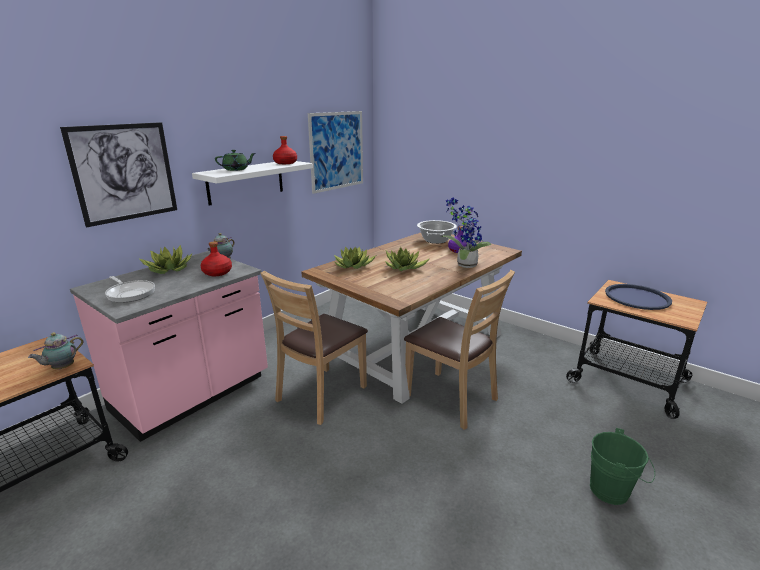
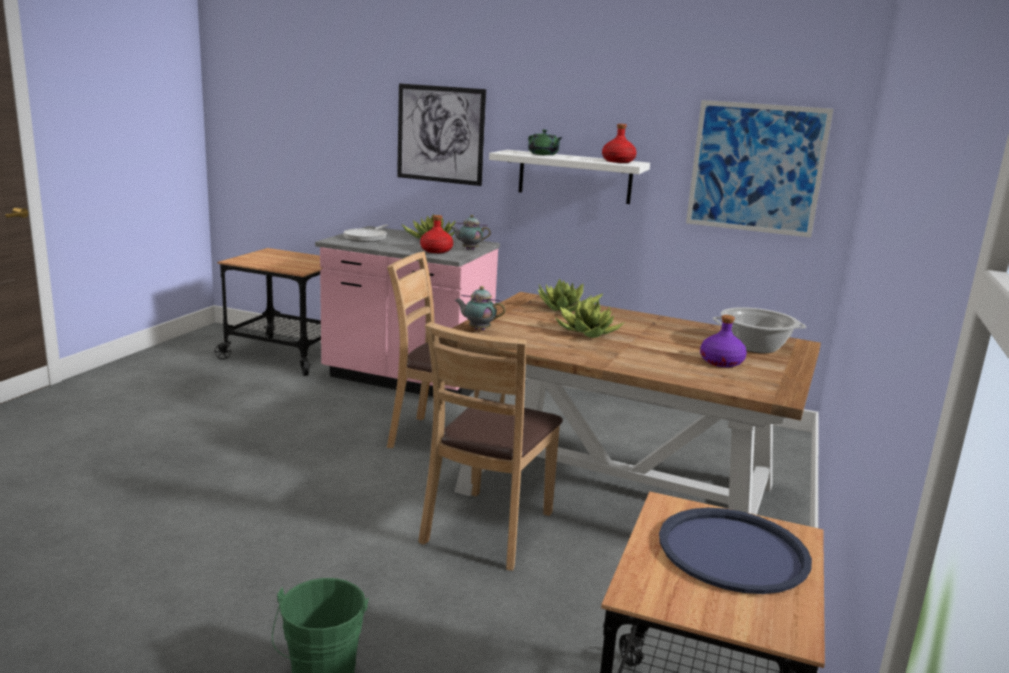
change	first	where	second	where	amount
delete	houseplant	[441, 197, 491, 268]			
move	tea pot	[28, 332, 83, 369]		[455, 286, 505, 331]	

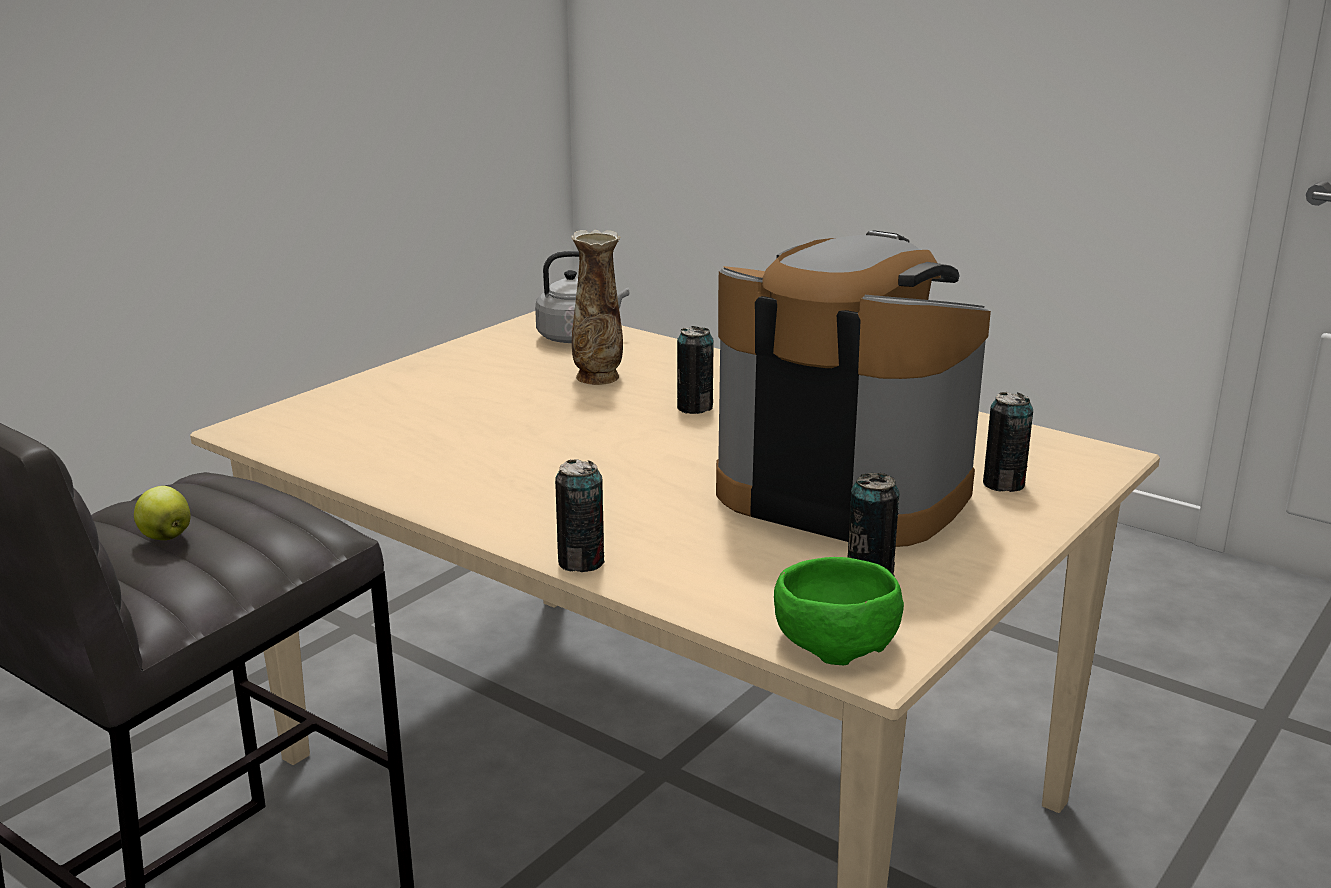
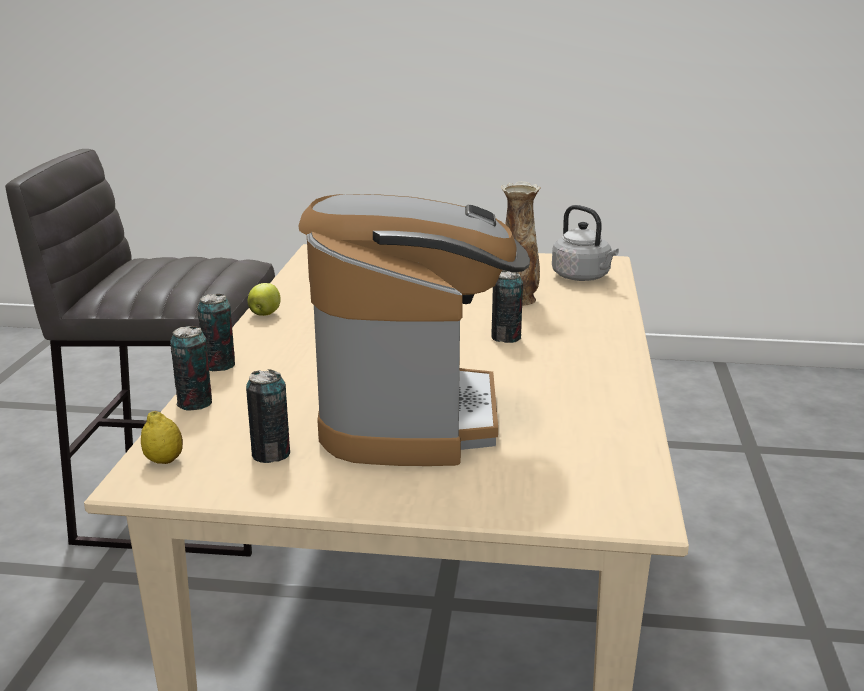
change	first	where	second	where	amount
move	can	[983, 392, 1033, 492]		[170, 326, 212, 411]	
move	whole apple	[134, 486, 190, 540]		[248, 283, 281, 316]	
replace	bowl (green)	[774, 557, 904, 665]	whole lemon	[141, 411, 183, 464]	

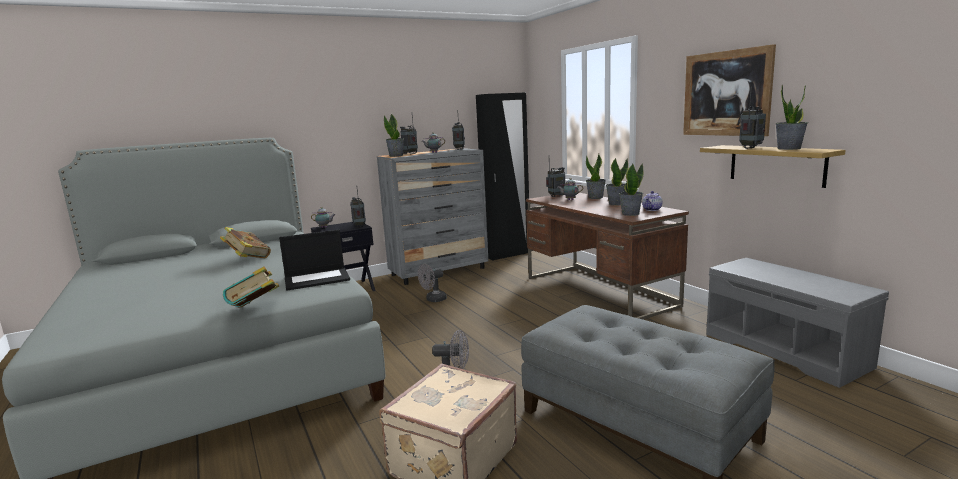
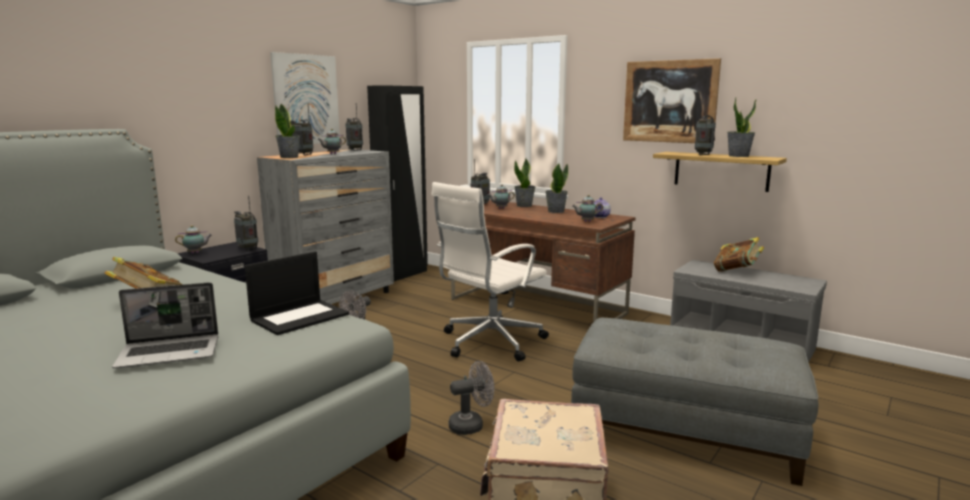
change	first	where	second	where	amount
replace	houseplant	[619, 163, 643, 216]	tea pot	[572, 195, 603, 222]	
move	book	[223, 266, 279, 308]		[714, 237, 764, 272]	
insert			wall art	[270, 52, 340, 144]	
insert			computer chair (white-coloured)	[431, 182, 549, 362]	
insert			laptop	[112, 282, 218, 368]	

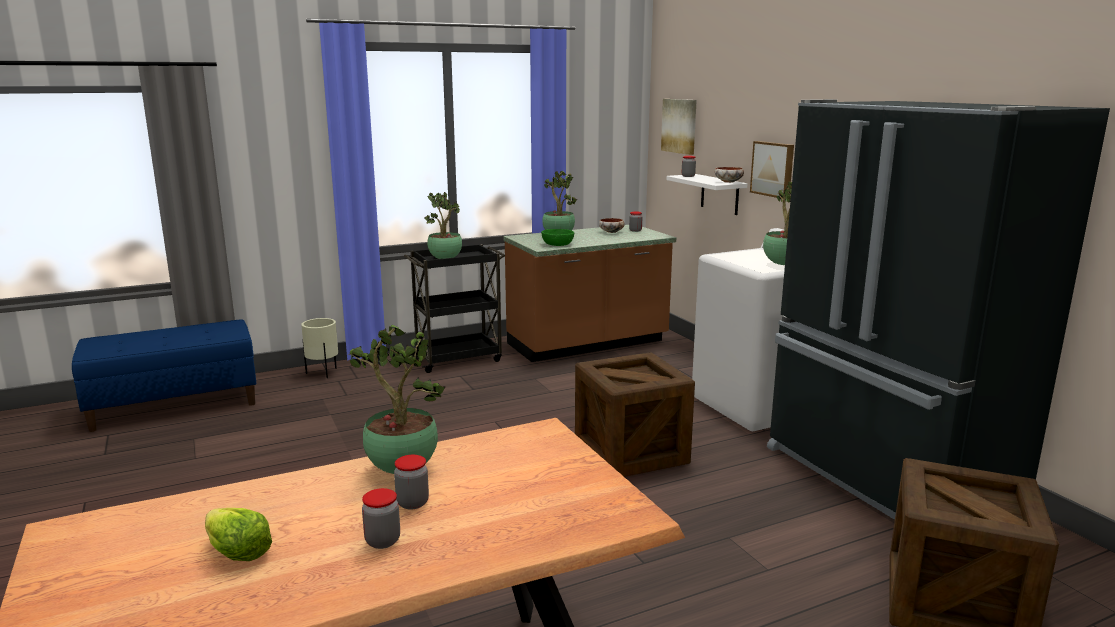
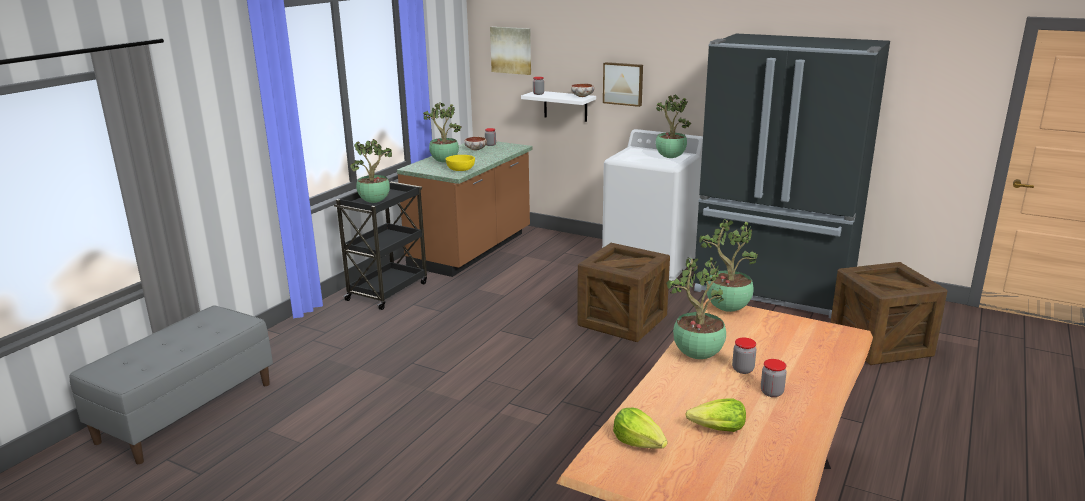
change	first	where	second	where	amount
recolor	bowl (green)	[541, 229, 574, 246]	bowl (yellowish)	[446, 155, 475, 171]	
delete	flower pot (beige)	[301, 318, 338, 378]			
recolor	indoor bench (blue)	[72, 319, 256, 432]	indoor bench (gray)	[70, 305, 273, 464]	
insert			houseplant	[699, 219, 758, 312]	
insert			lettuce head	[613, 408, 668, 449]	

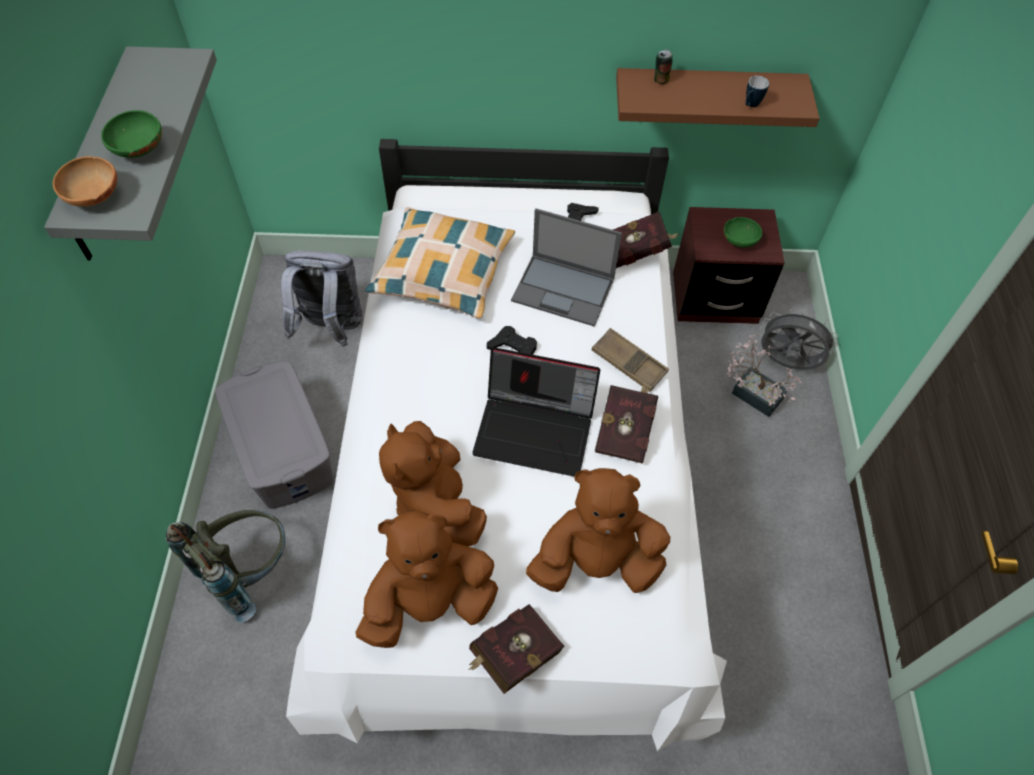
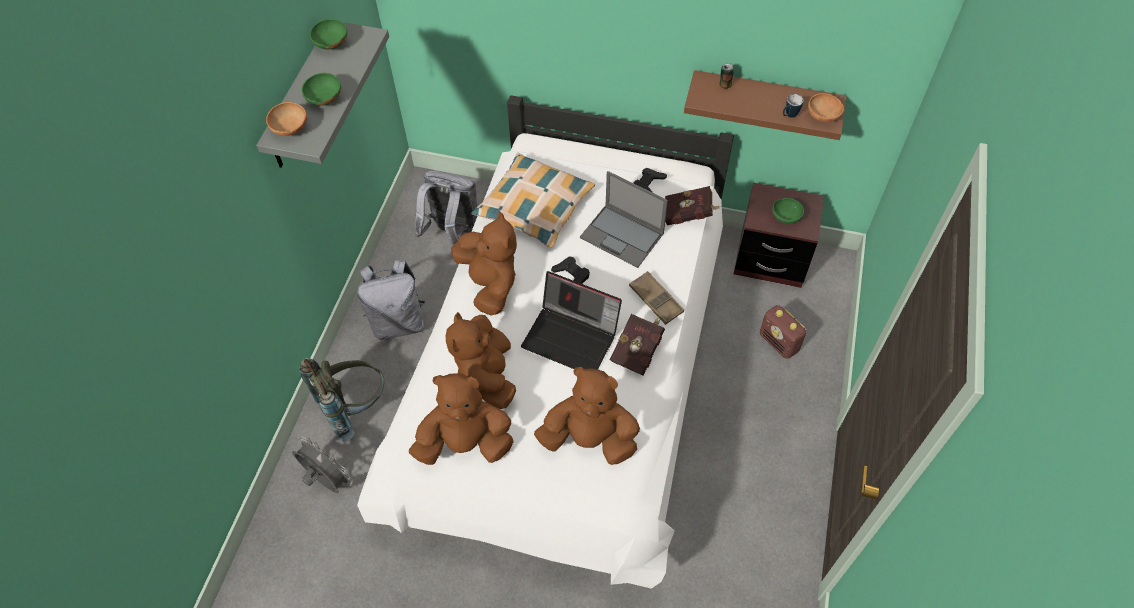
change	first	where	second	where	amount
move	fan (gray)	[760, 308, 838, 370]		[292, 436, 353, 493]	
replace	houseplant	[727, 334, 802, 417]	radio set	[760, 305, 807, 359]	
replace	storage bin (gray)	[215, 361, 333, 509]	backpack (gray)	[357, 259, 425, 340]	
delete	book (red-coloured)	[468, 604, 564, 694]			
insert			bowl (green)	[310, 19, 347, 50]	
insert			bowl (brown)	[808, 93, 844, 122]	
insert			soft toy (brown)	[451, 211, 517, 315]	

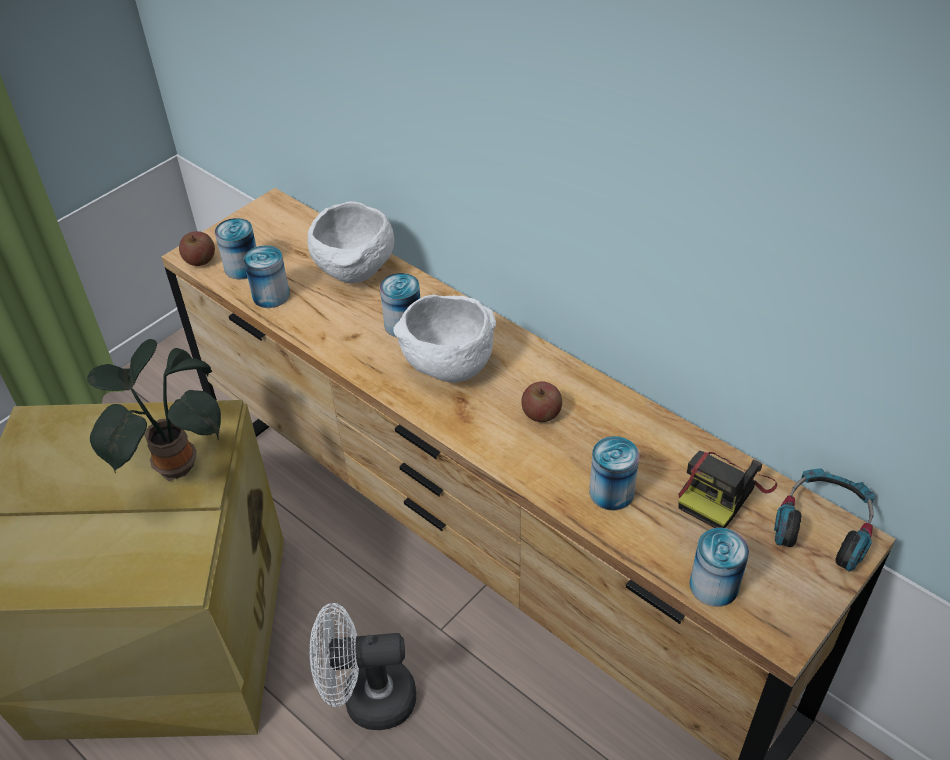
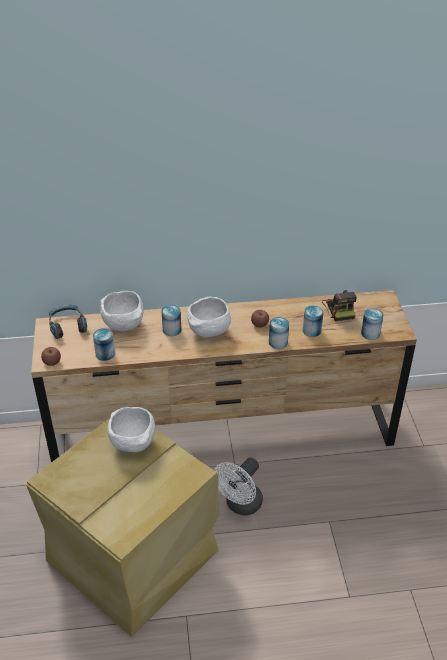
change	first	where	second	where	amount
move	can	[215, 218, 257, 279]		[269, 317, 289, 349]	
replace	houseplant	[87, 339, 221, 481]	bowl (white-coloured)	[107, 407, 155, 452]	
move	pair of headphones	[774, 468, 875, 572]		[49, 305, 87, 339]	

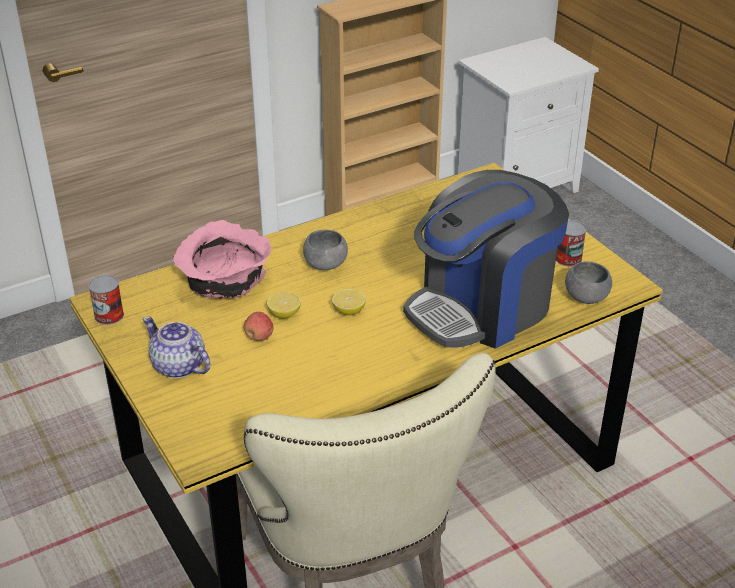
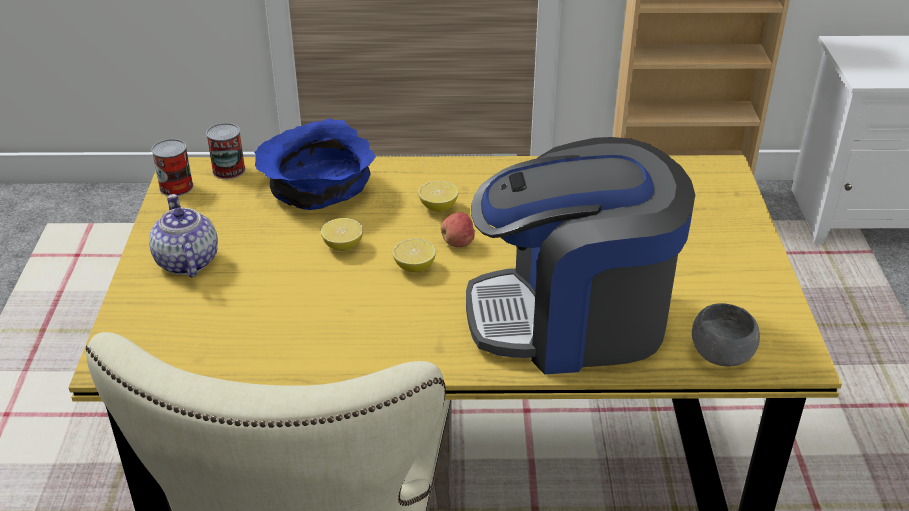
change	first	where	second	where	amount
recolor	bowl (pink-coloured)	[173, 220, 272, 298]	bowl (blue)	[254, 118, 376, 210]	
move	can	[556, 220, 587, 267]		[206, 123, 245, 179]	
replace	bowl (gray)	[303, 230, 348, 270]	whole lemon	[418, 181, 458, 212]	
move	whole apple	[244, 312, 273, 341]		[441, 212, 475, 247]	

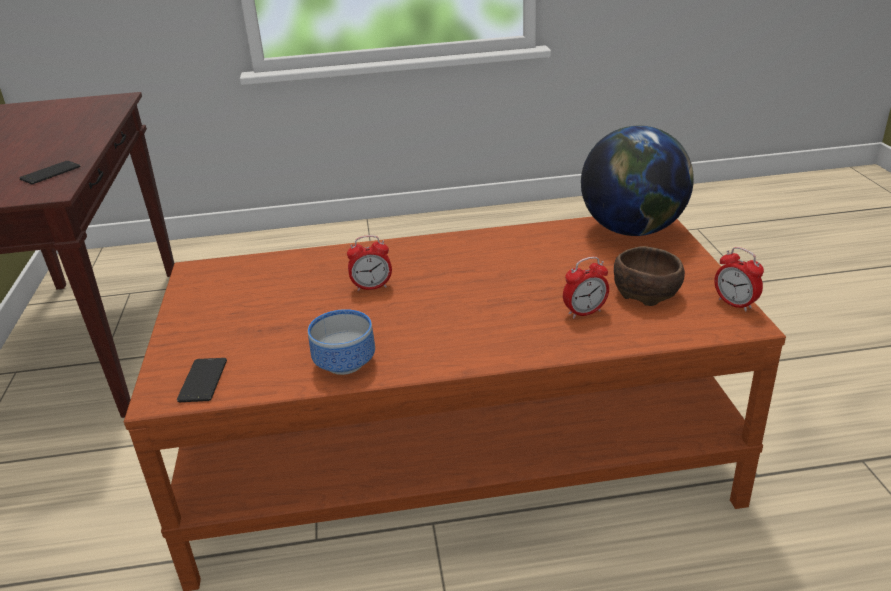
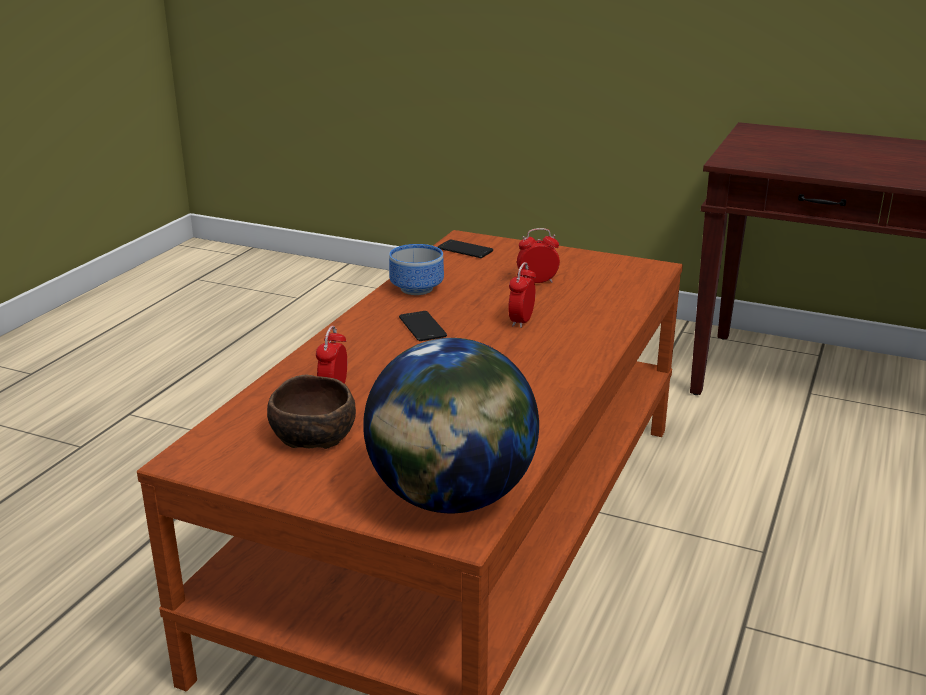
change	first	where	second	where	amount
move	handset	[20, 161, 81, 184]		[399, 311, 447, 341]	
move	alarm clock	[714, 247, 764, 312]		[517, 228, 560, 283]	

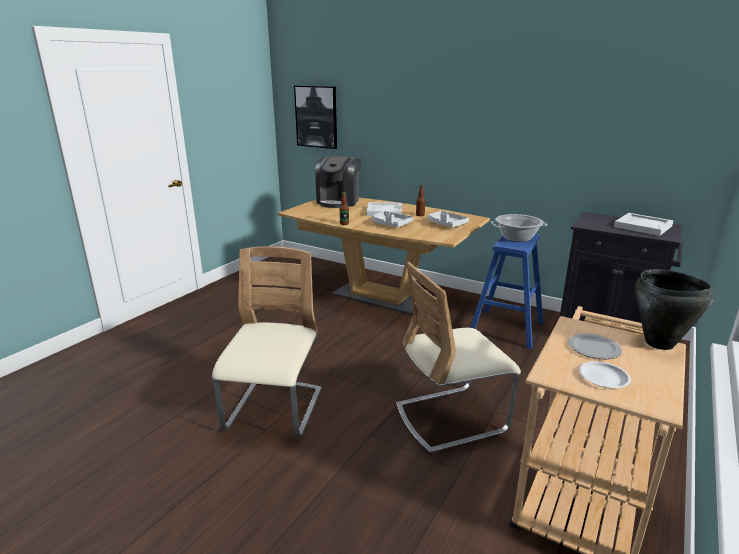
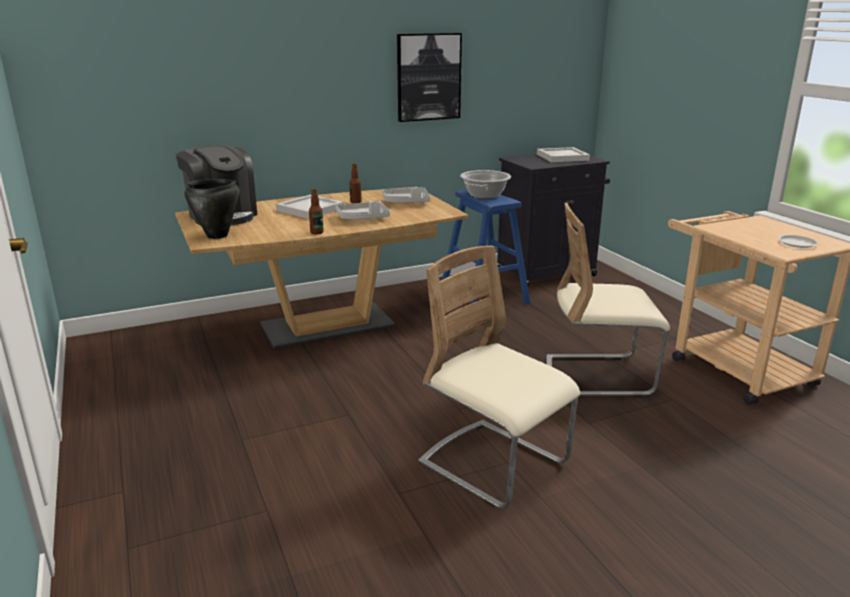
change	first	where	second	where	amount
move	wall art	[294, 86, 337, 149]		[397, 33, 462, 122]	
rotate	chair (beige)	[396, 262, 521, 454]		[546, 203, 670, 397]	75 degrees clockwise
move	saucepot (black-coloured)	[634, 269, 714, 350]		[185, 179, 239, 239]	
delete	dinner plate	[569, 333, 622, 359]			

